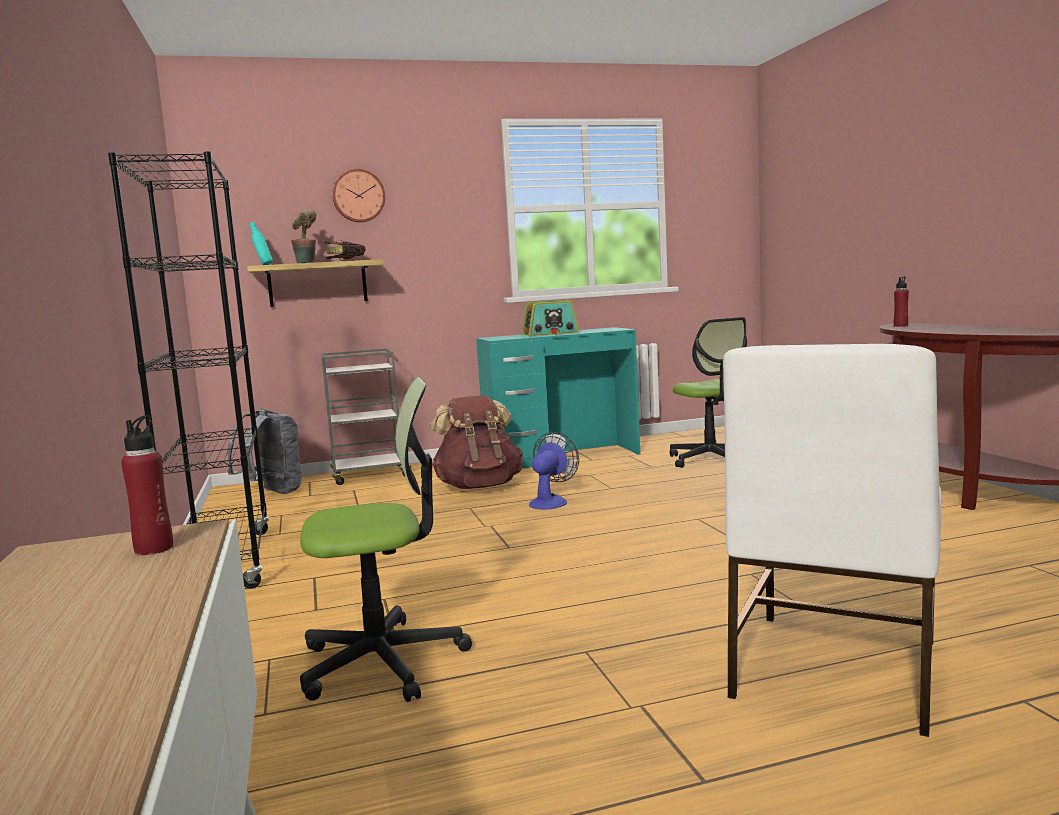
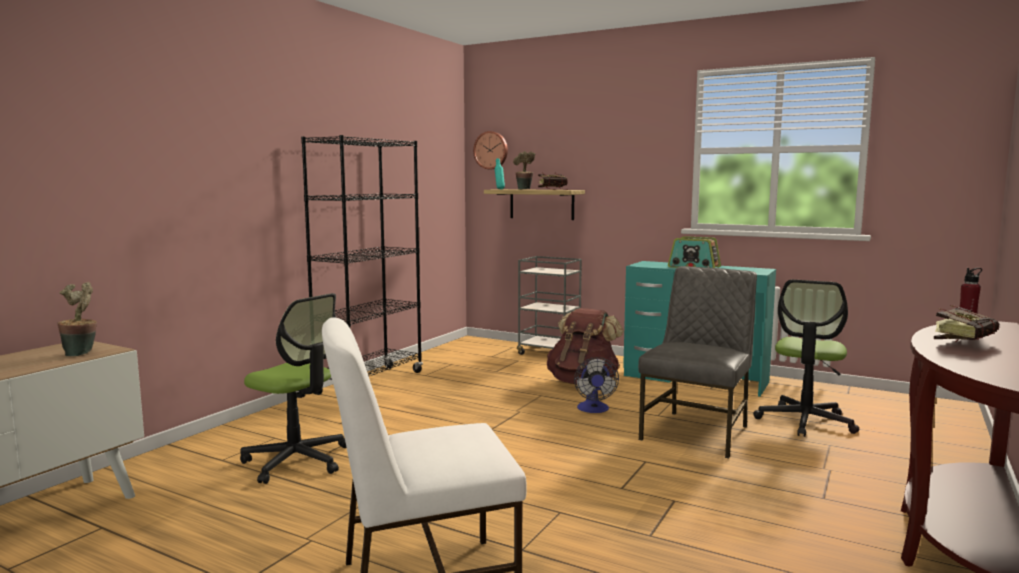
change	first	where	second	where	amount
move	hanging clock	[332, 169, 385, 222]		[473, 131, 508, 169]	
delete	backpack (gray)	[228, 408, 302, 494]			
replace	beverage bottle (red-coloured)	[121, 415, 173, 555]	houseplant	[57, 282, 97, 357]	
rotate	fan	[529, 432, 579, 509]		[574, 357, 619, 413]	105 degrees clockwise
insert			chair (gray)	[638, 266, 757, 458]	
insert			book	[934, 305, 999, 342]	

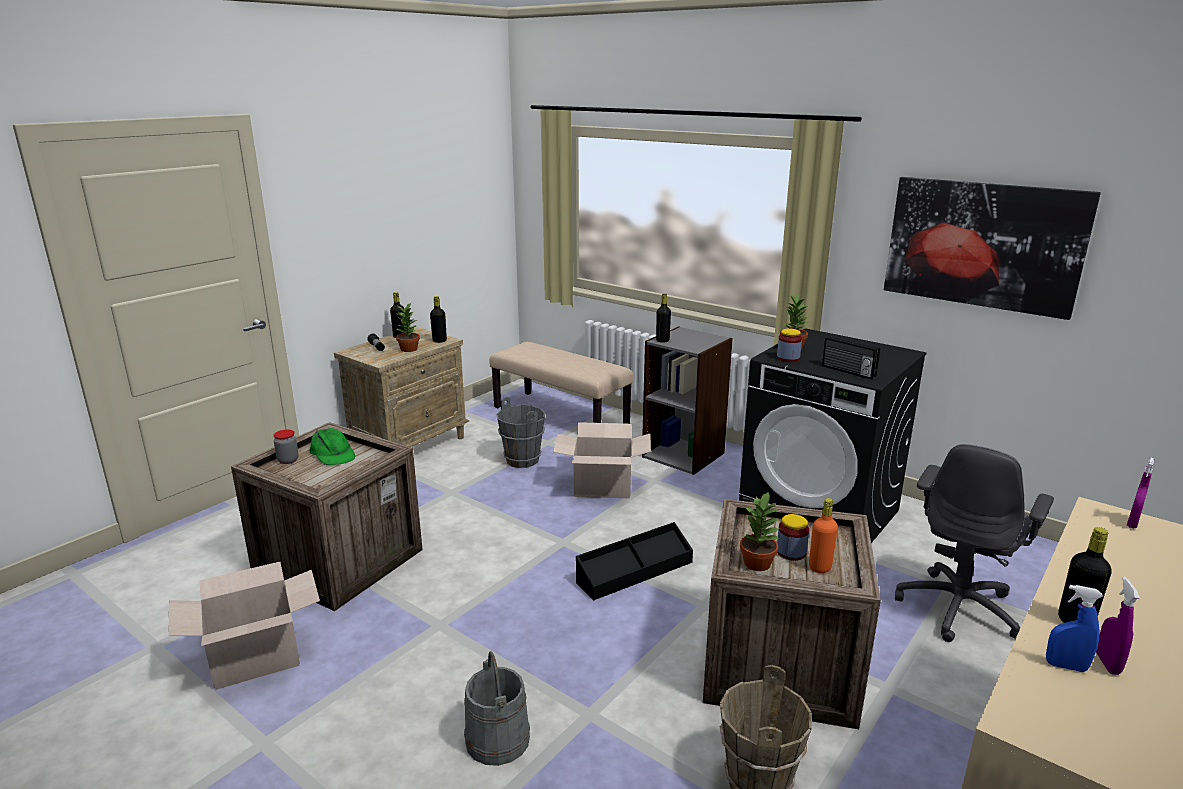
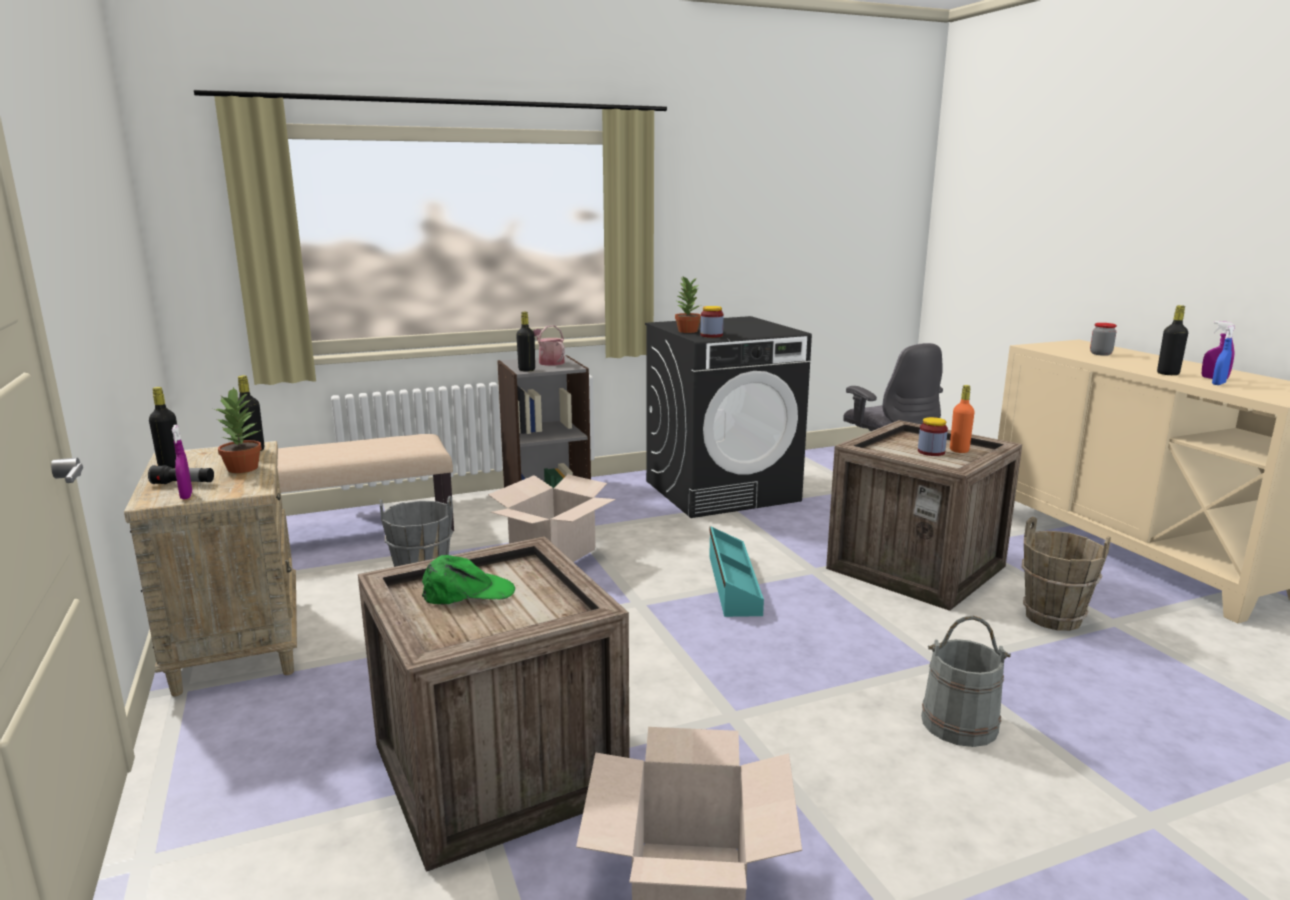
change	first	where	second	where	amount
delete	wall art	[884, 177, 1101, 320]			
delete	radio set	[822, 336, 880, 379]			
move	jar	[273, 429, 299, 464]		[1090, 323, 1117, 356]	
move	spray bottle (purple)	[1127, 458, 1154, 528]		[172, 425, 192, 499]	
delete	houseplant	[740, 491, 781, 571]			
recolor	storage bin (black-coloured)	[576, 522, 693, 601]	storage bin (turquoise)	[709, 526, 764, 617]	
insert			watering pot	[533, 325, 565, 366]	

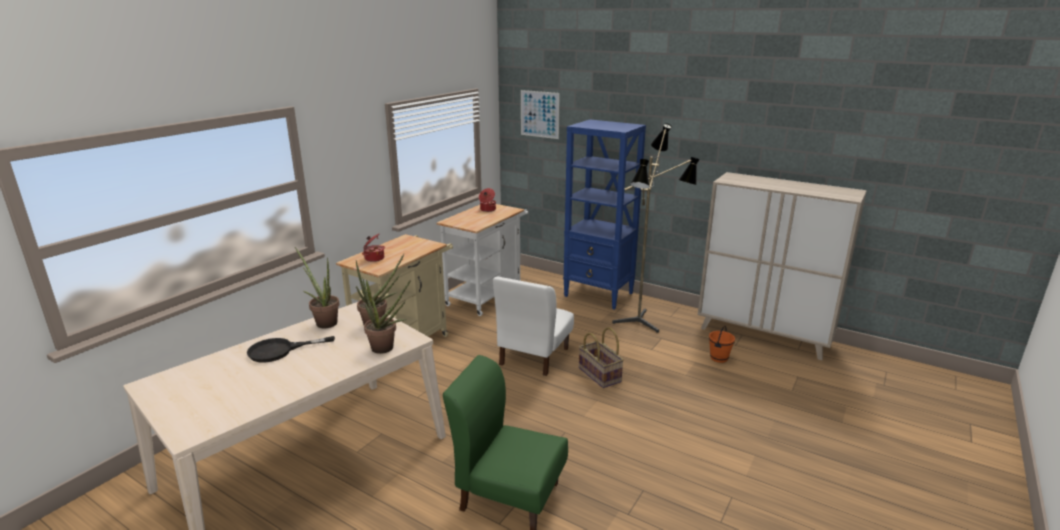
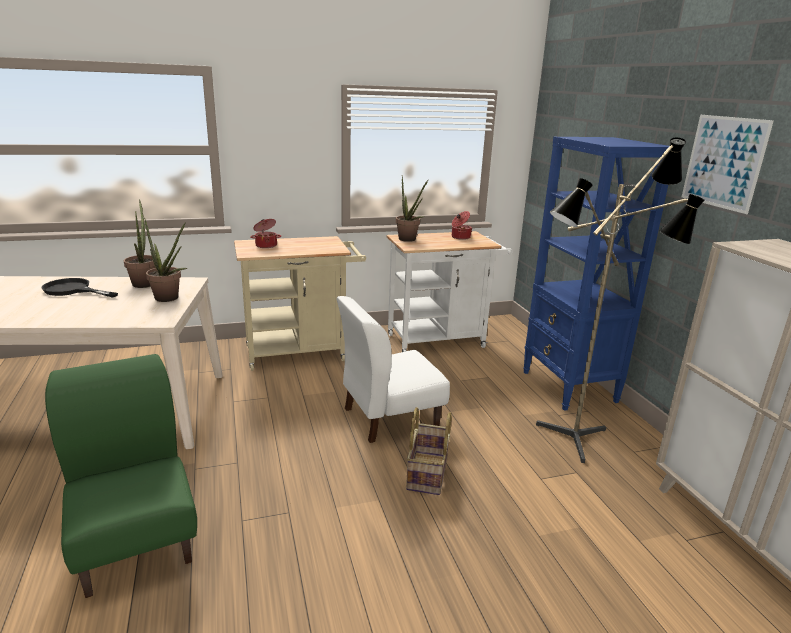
change	first	where	second	where	amount
move	wall art	[521, 90, 560, 139]		[682, 115, 774, 214]	
move	houseplant	[362, 277, 411, 354]		[396, 177, 428, 242]	
delete	water bucket (orange)	[709, 326, 735, 363]			

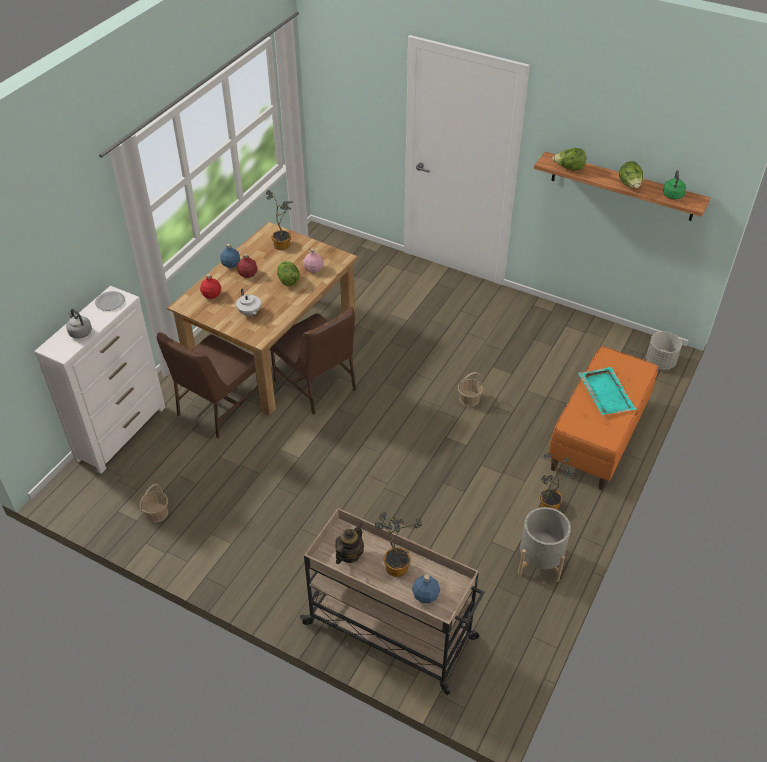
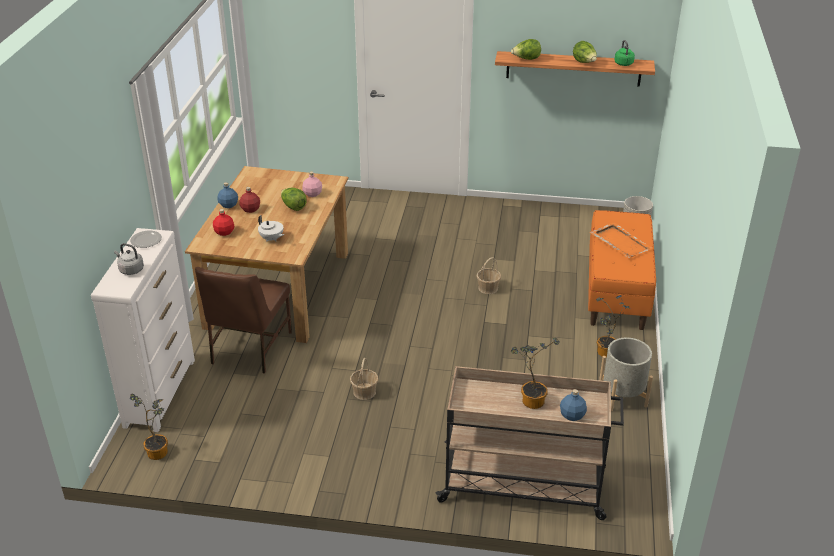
change	first	where	second	where	amount
move	houseplant	[266, 190, 293, 250]		[130, 394, 168, 460]	
delete	chair (brown)	[270, 307, 356, 415]			
recolor	tray (turquoise)	[578, 367, 637, 415]	tray (orange)	[590, 222, 653, 258]	
move	household basket	[139, 484, 168, 523]		[350, 358, 378, 400]	
delete	tea pot	[336, 523, 364, 564]			

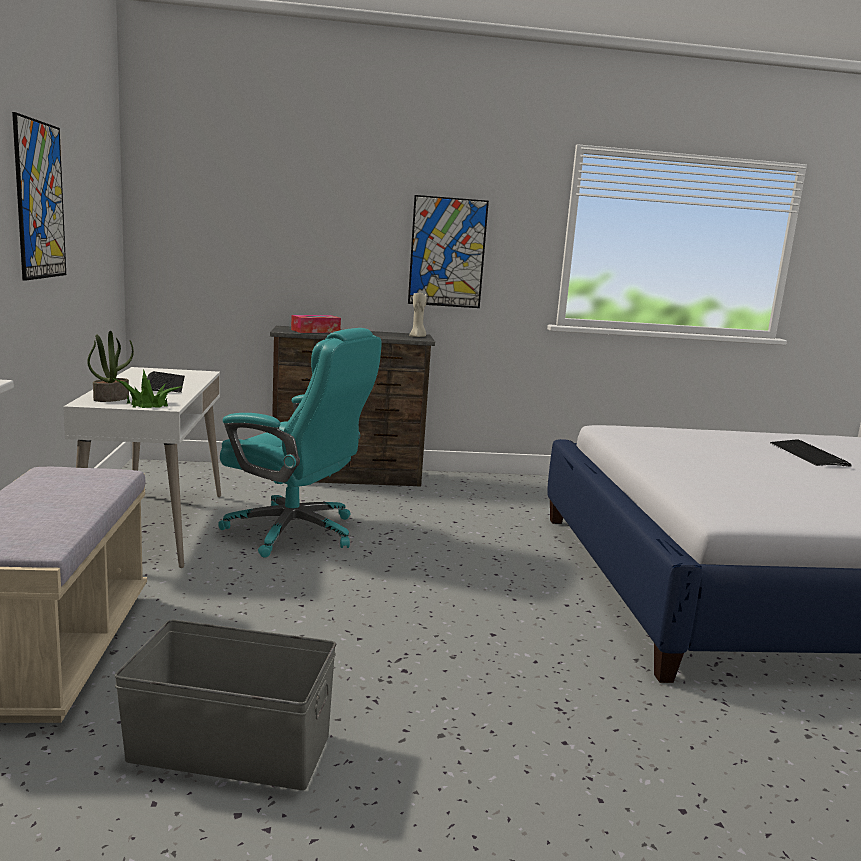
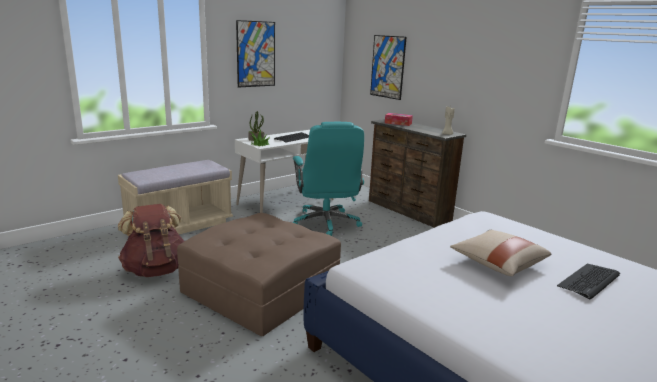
change	first	where	second	where	amount
move	wall art	[408, 195, 489, 308]		[370, 35, 406, 100]	
replace	storage bin (gray)	[114, 620, 336, 790]	backpack (brown)	[118, 204, 184, 277]	
insert			ottoman (brown)	[177, 213, 341, 336]	
insert			pillow (beige)	[450, 230, 551, 276]	

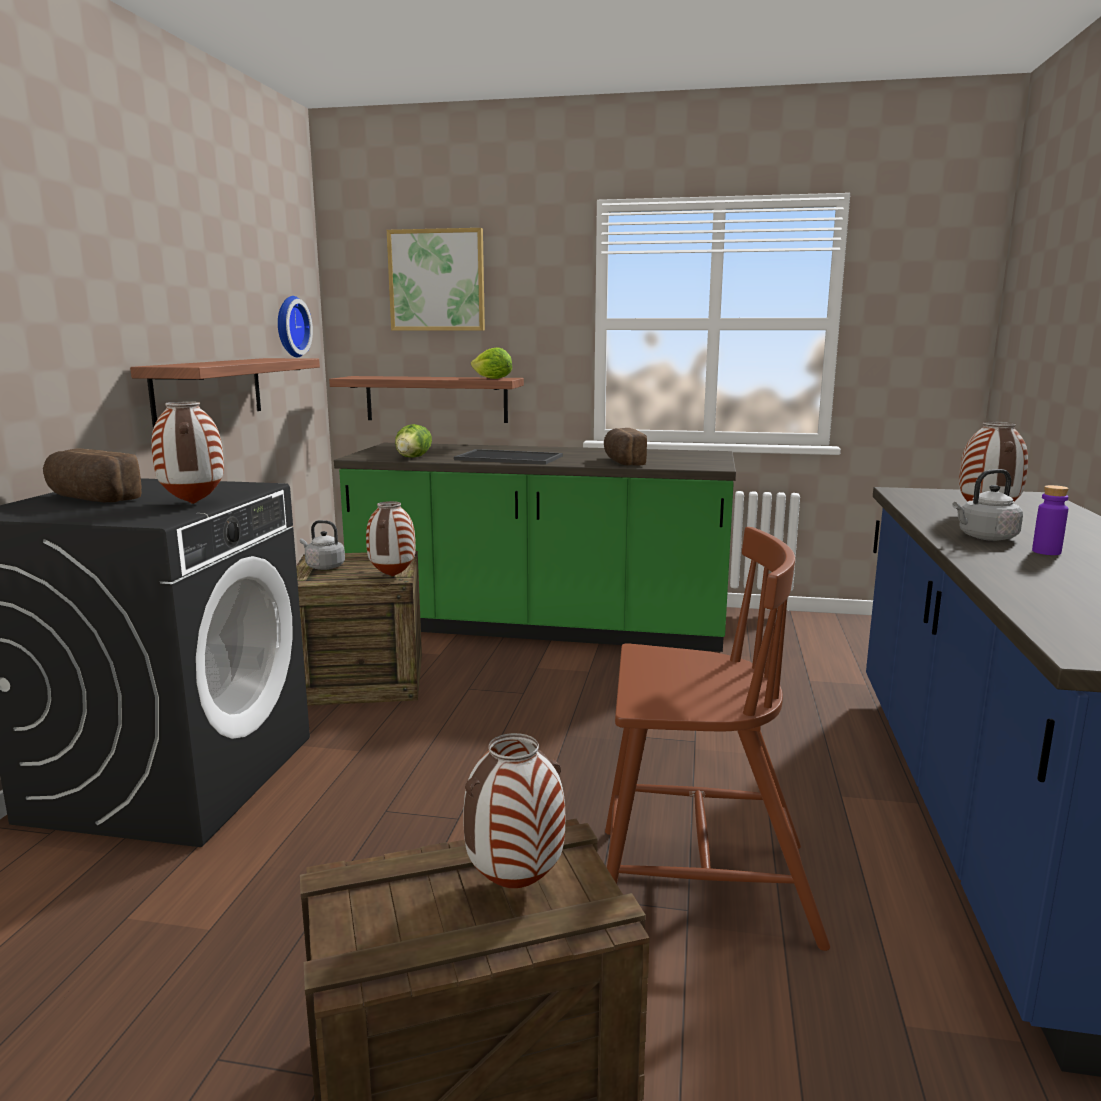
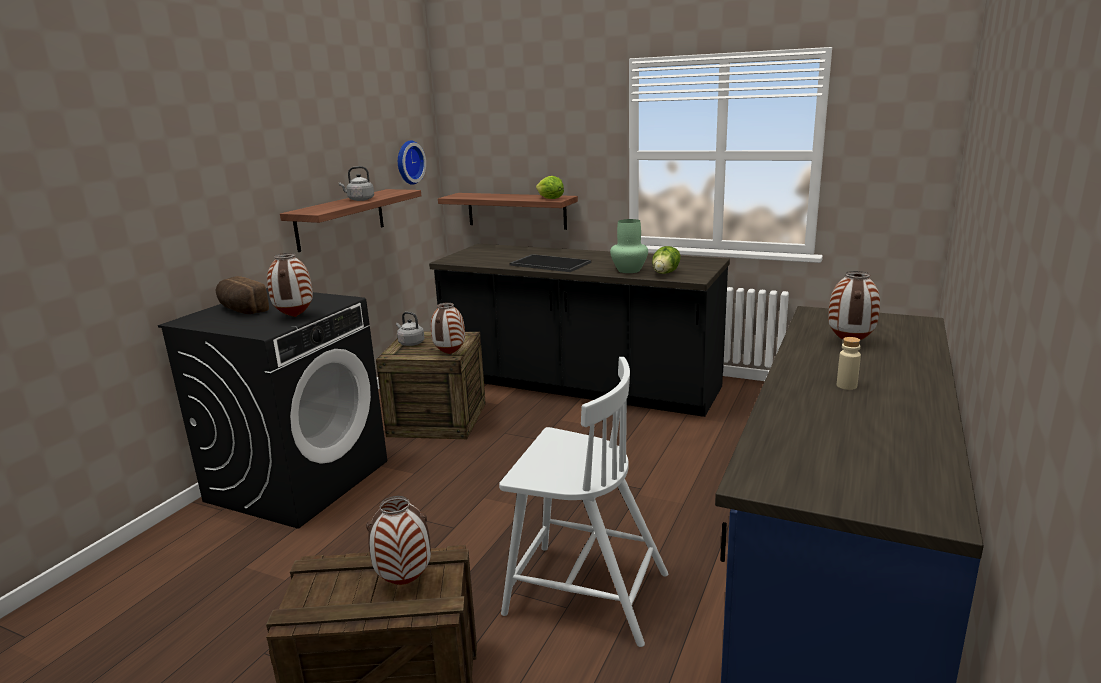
change	first	where	second	where	amount
delete	wall art	[387, 228, 485, 331]			
move	lettuce head	[395, 424, 432, 458]		[652, 246, 681, 274]	
replace	baked bread	[604, 428, 647, 465]	decorative vase (green)	[610, 219, 648, 273]	
recolor	kitchen base unit (green)	[334, 443, 736, 652]	kitchen base unit (black-coloured)	[429, 244, 730, 417]	
move	tea kettle (gray)	[952, 469, 1023, 541]		[339, 166, 374, 201]	
recolor	beverage bottle (purple)	[1032, 485, 1069, 555]	beverage bottle (beige)	[837, 337, 861, 390]	
recolor	chair (brown)	[605, 527, 830, 951]	chair (white-coloured)	[499, 357, 668, 647]	

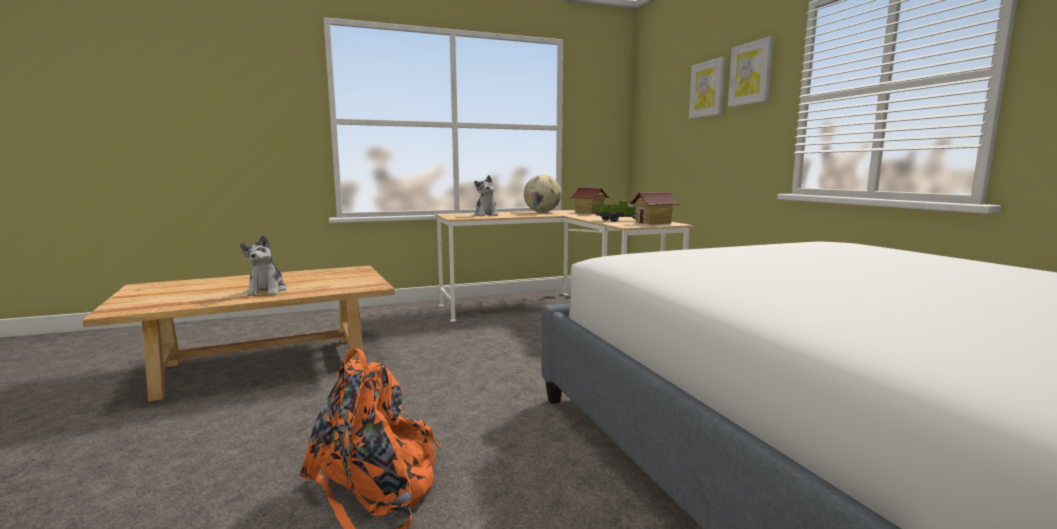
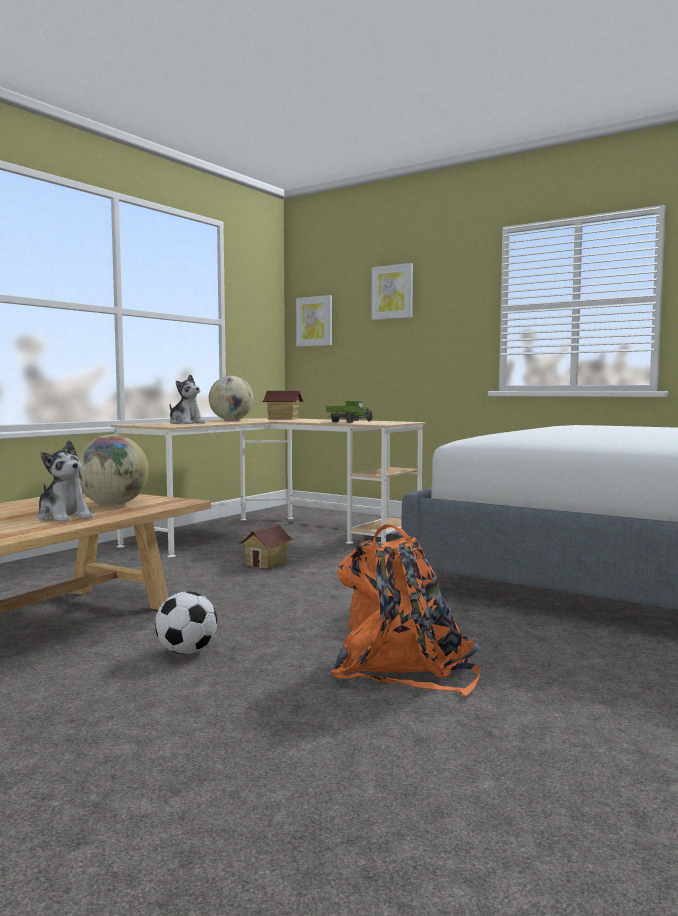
change	first	where	second	where	amount
move	wall art	[728, 36, 773, 107]		[296, 295, 332, 347]	
move	miniature house	[629, 192, 679, 225]		[237, 524, 294, 569]	
insert			desk globe	[78, 435, 149, 505]	
insert			ball for football	[155, 591, 217, 654]	

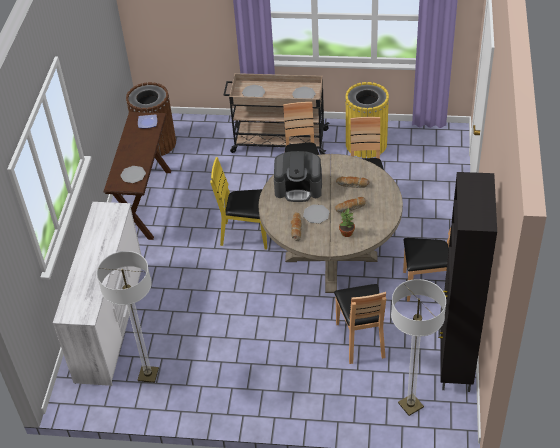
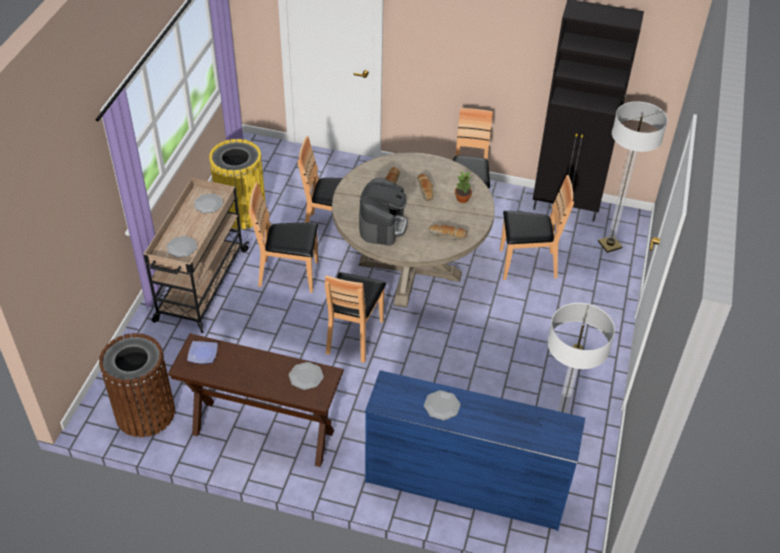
change	first	where	second	where	amount
recolor	chair (yellowish)	[210, 157, 267, 250]	chair (brown)	[325, 272, 386, 363]	
recolor	drawer chest (white-coloured)	[53, 202, 142, 386]	drawer chest (blue)	[365, 370, 585, 531]	
move	dinner plate	[303, 204, 329, 223]		[424, 390, 461, 420]	

